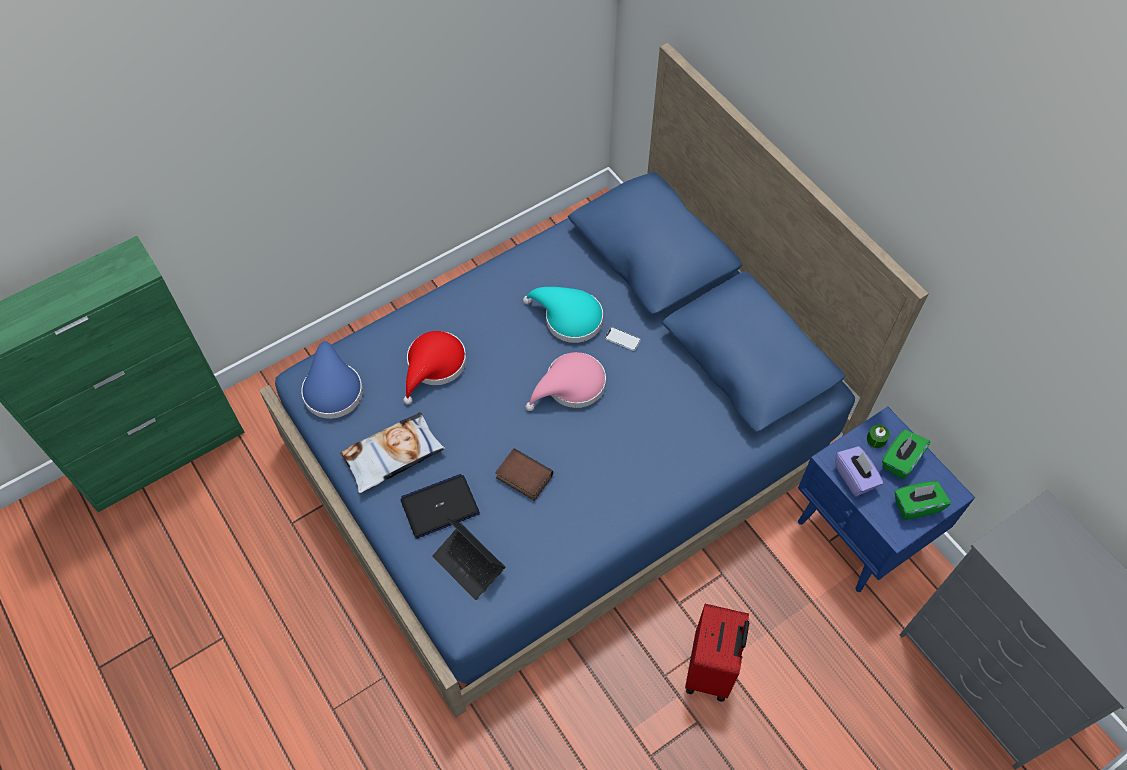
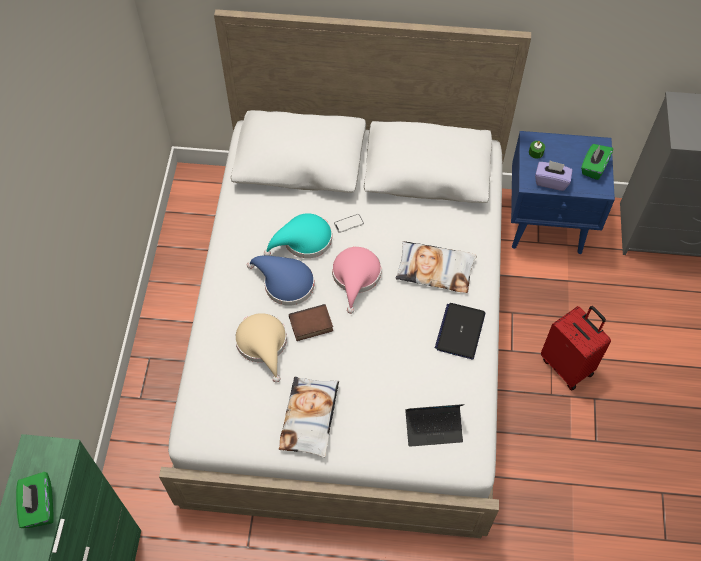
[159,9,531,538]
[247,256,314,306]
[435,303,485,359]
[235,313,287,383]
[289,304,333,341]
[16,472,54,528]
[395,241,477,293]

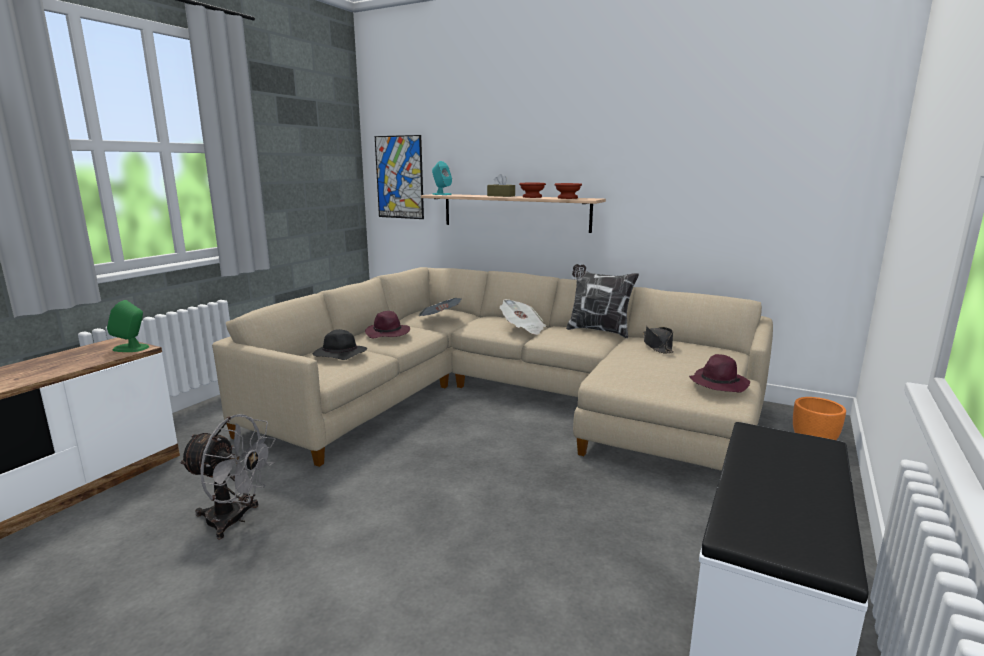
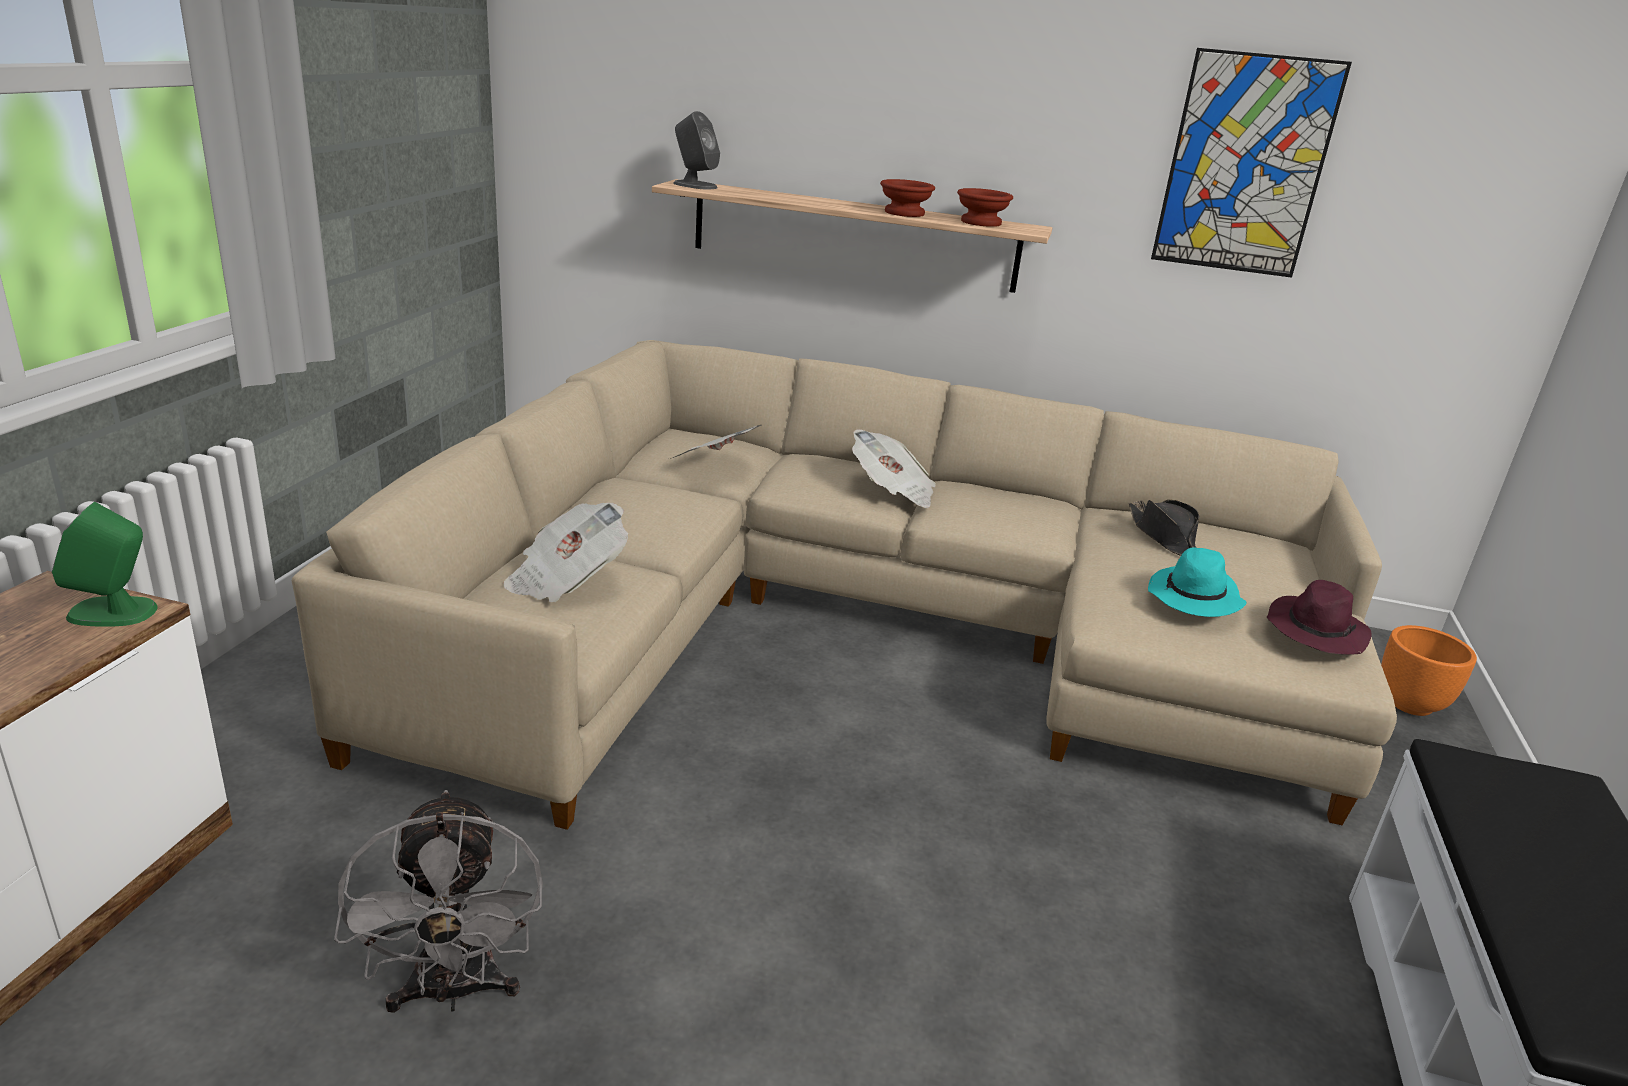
[334,790,543,1013]
[504,502,628,602]
[365,311,410,338] (first image)
[1151,48,1352,278]
[673,111,720,190]
[487,174,515,197] (first image)
[566,264,639,338] (first image)
[1148,547,1247,617]

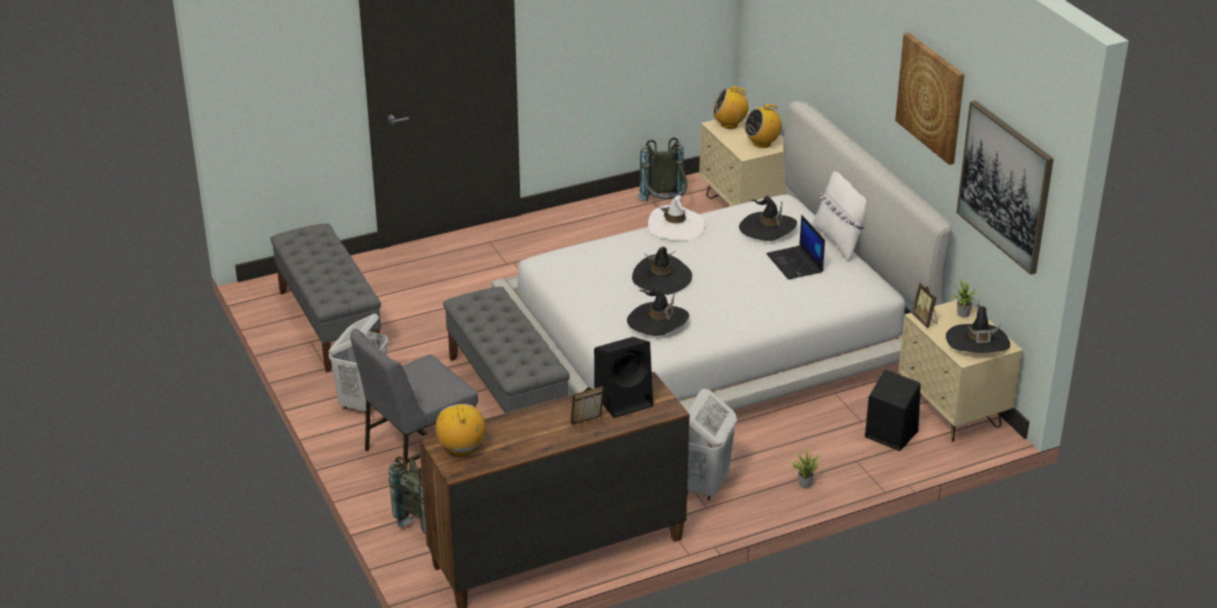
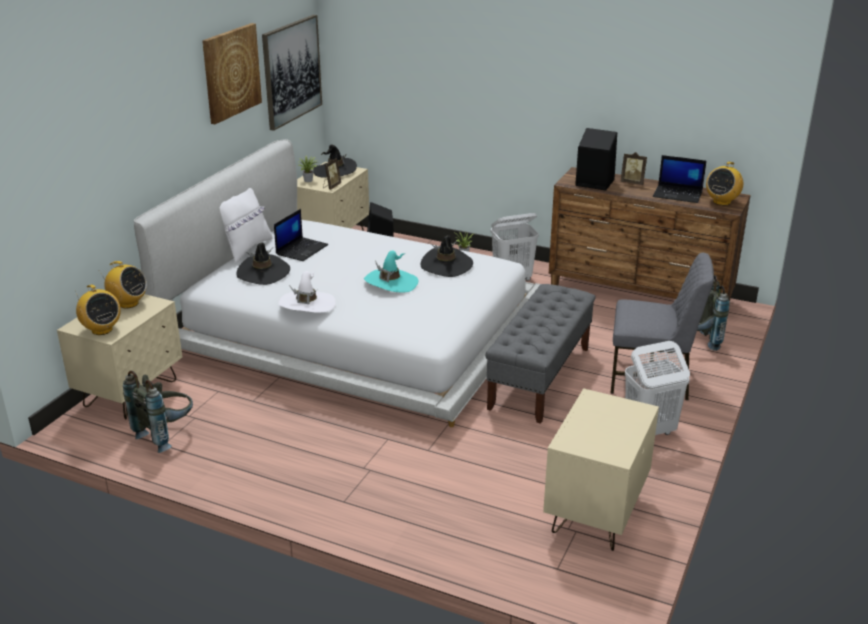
[543,388,659,551]
[364,251,418,292]
[653,155,707,203]

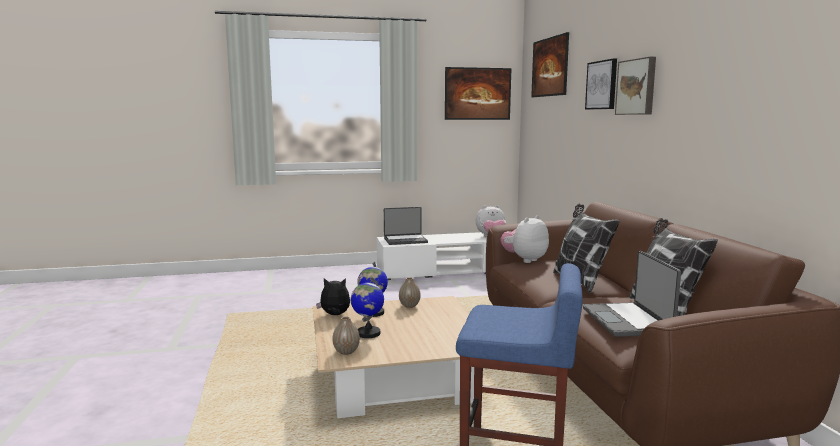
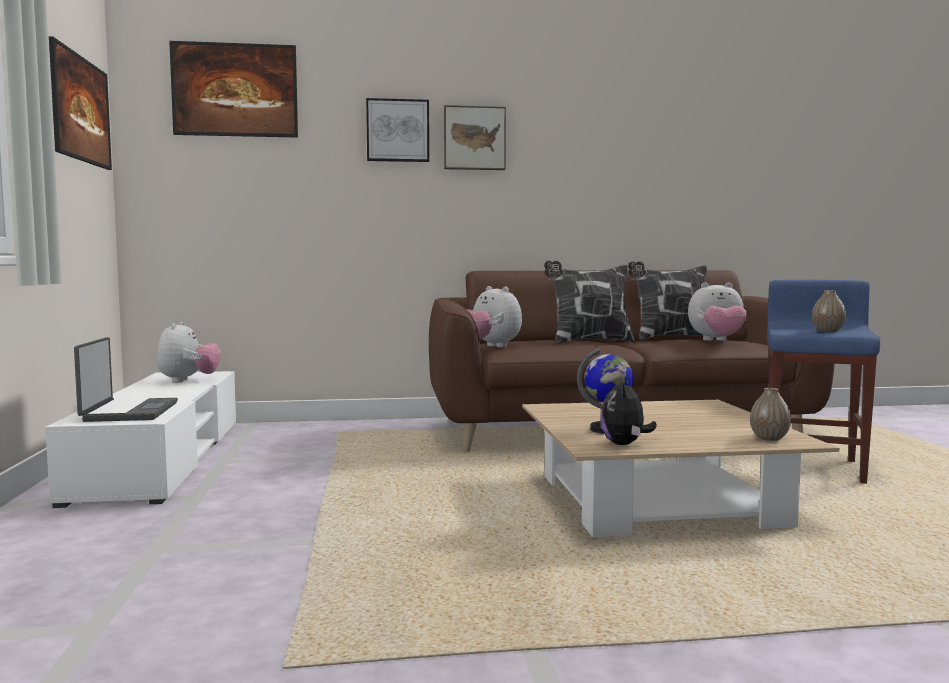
[351,277,384,338] (first image)
[812,290,846,332]
[688,283,747,341]

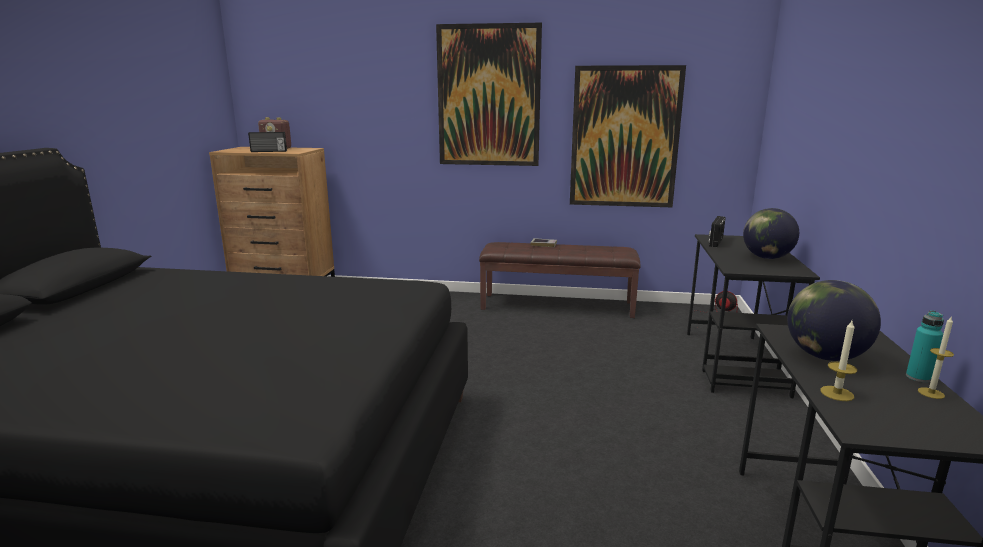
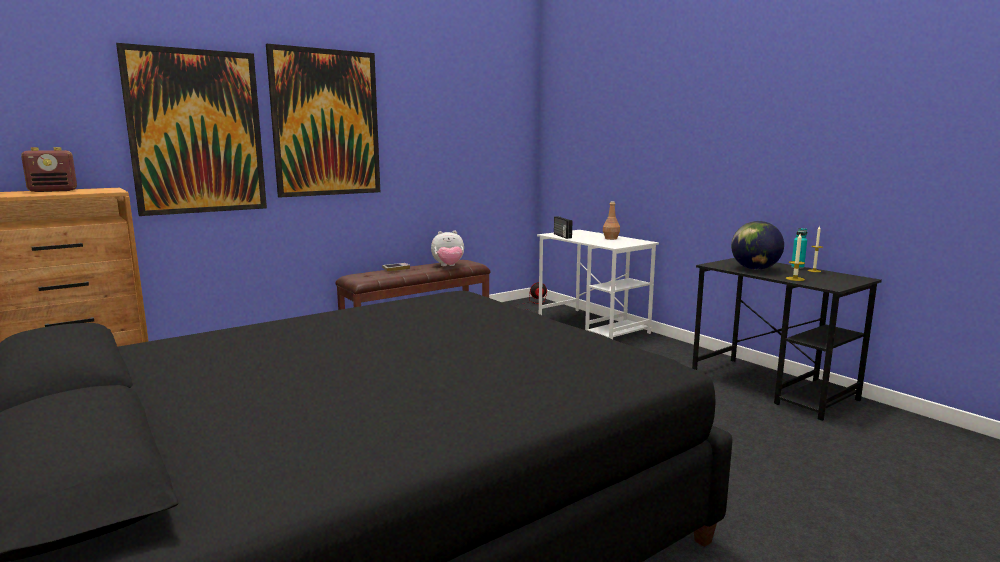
[248,132,287,152] (first image)
[116,43,267,216]
[537,230,659,339]
[603,202,620,240]
[431,231,464,266]

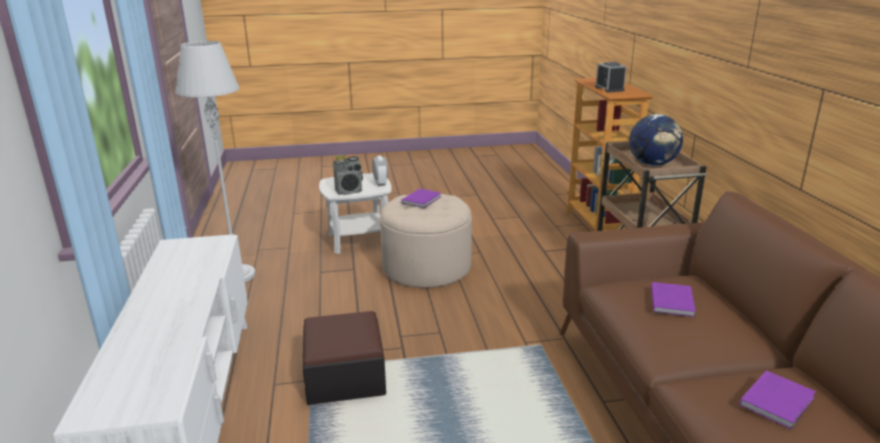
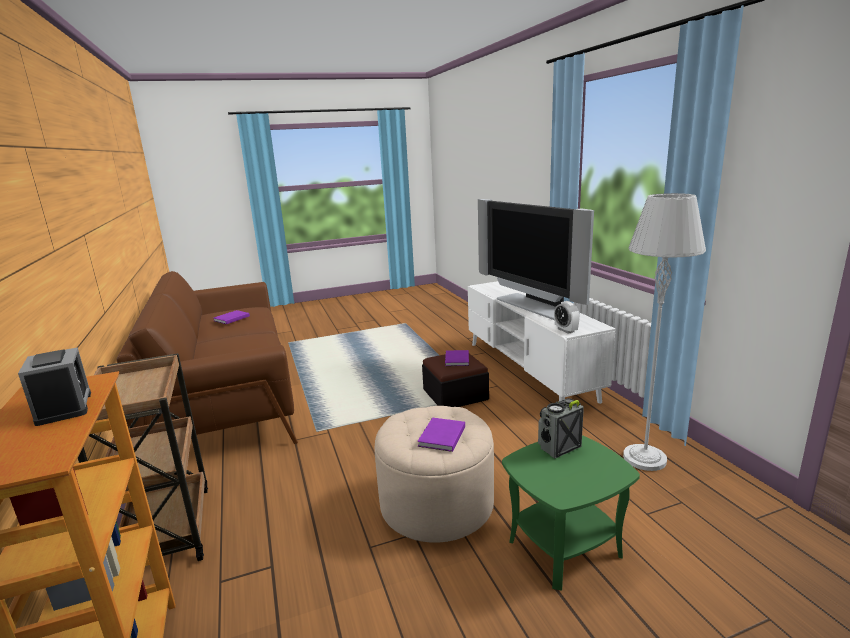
[502,435,640,591]
[554,301,580,334]
[629,114,683,166] (first image)
[445,350,469,366]
[478,199,594,320]

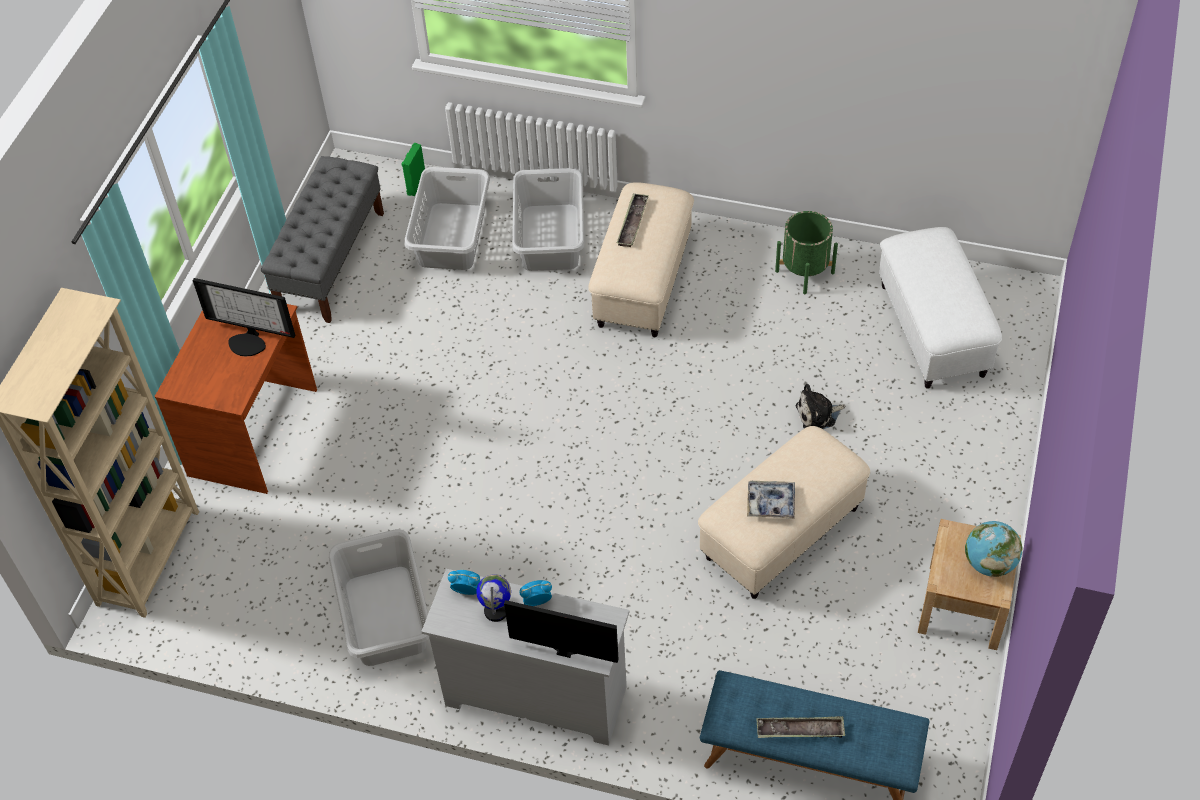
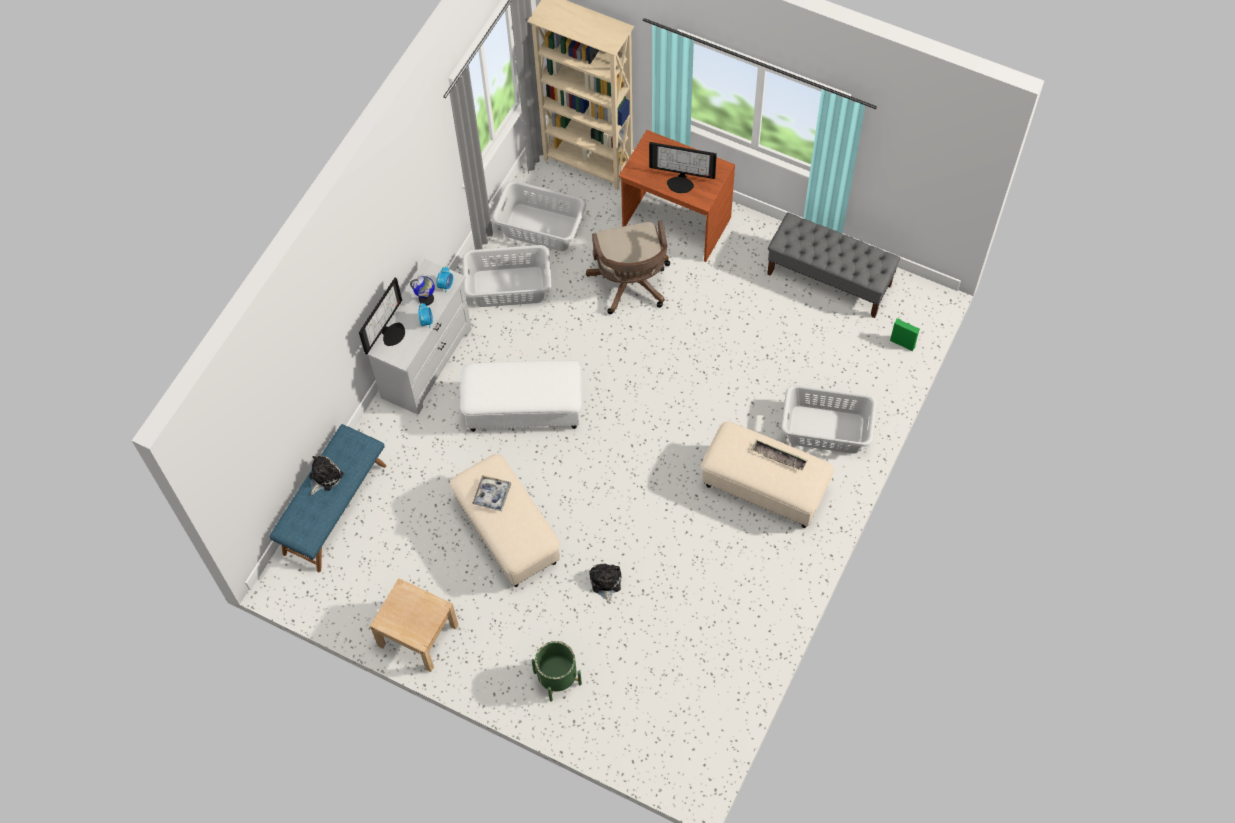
[649,142,717,193]
[492,181,586,251]
[309,456,344,495]
[531,641,582,702]
[460,360,582,432]
[965,521,1023,577] (first image)
[586,220,670,314]

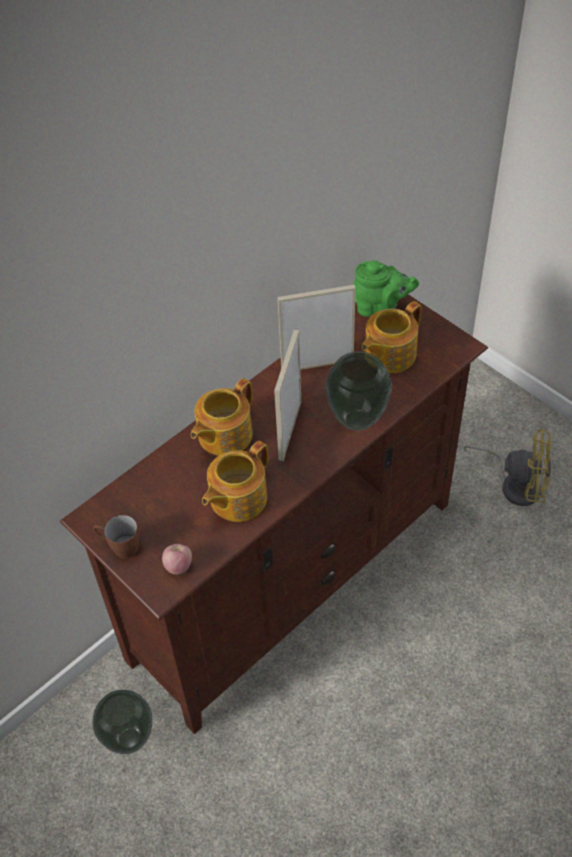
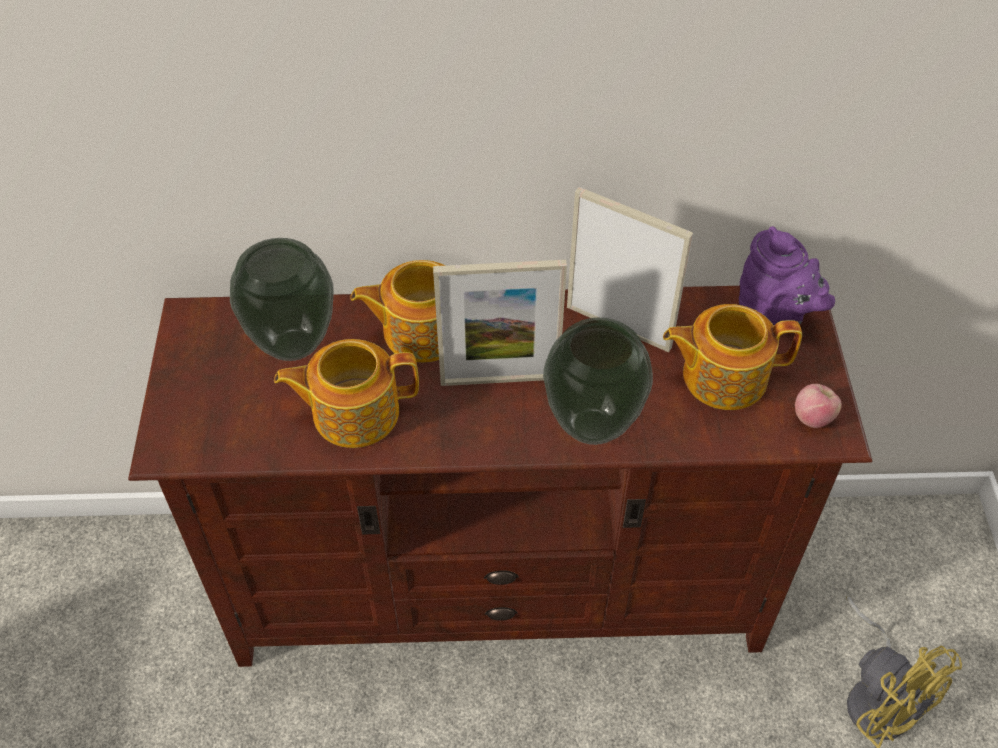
[93,515,139,558] (first image)
[230,238,334,361]
[795,384,842,428]
[433,260,567,386]
[739,226,835,326]

